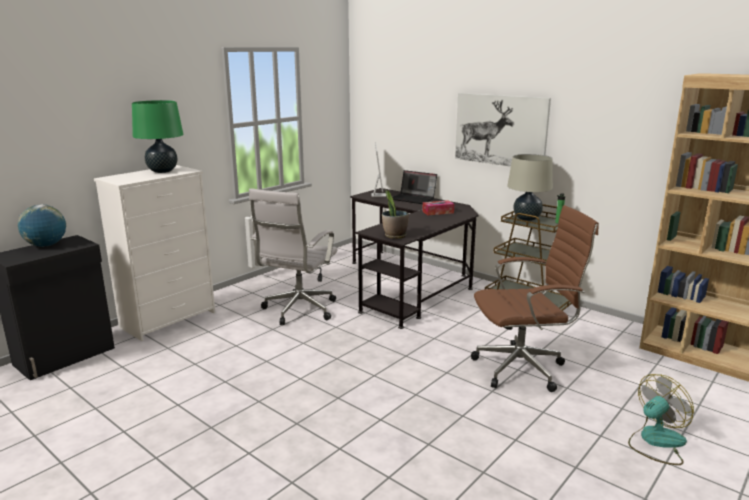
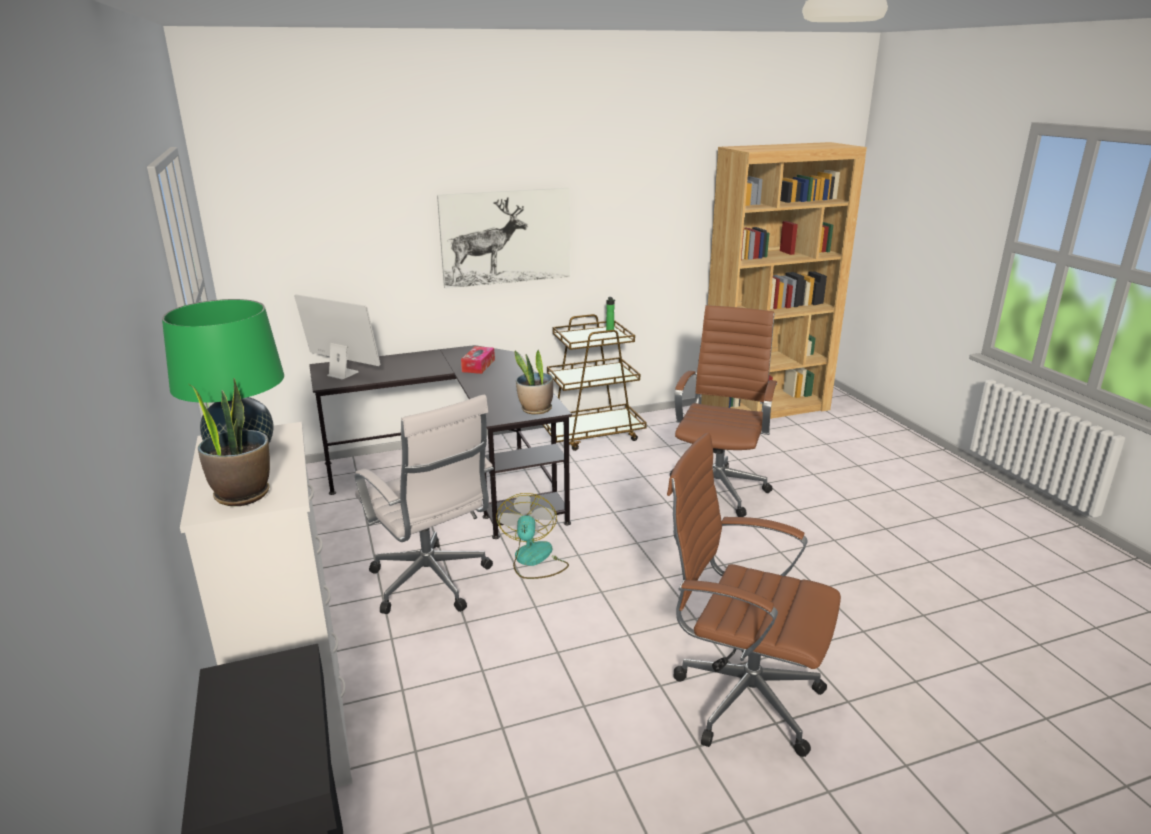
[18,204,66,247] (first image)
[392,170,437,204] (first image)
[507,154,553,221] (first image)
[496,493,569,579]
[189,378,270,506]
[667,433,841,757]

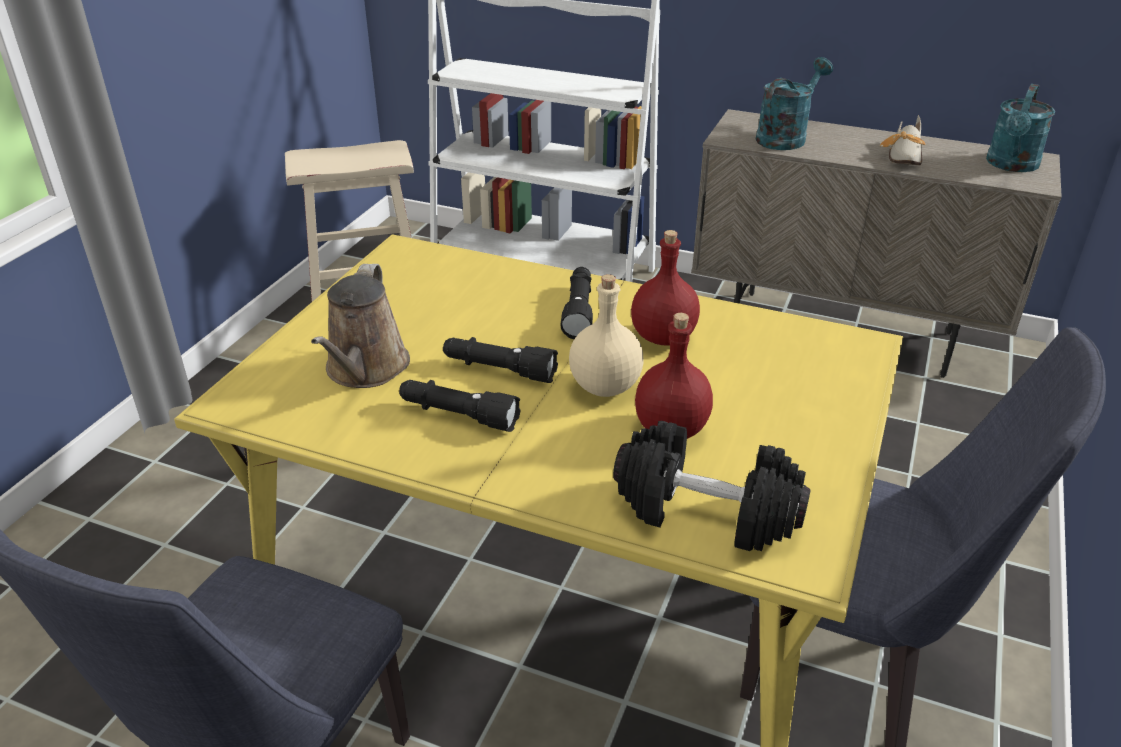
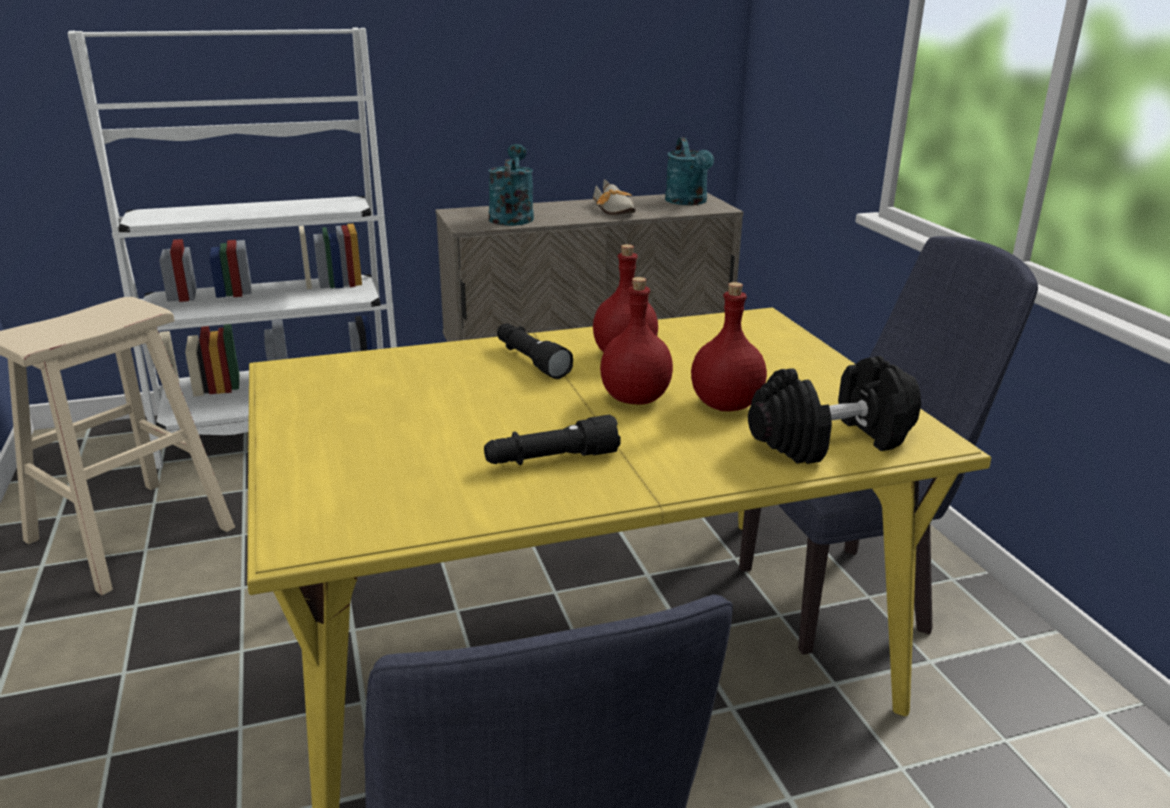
[311,264,410,388] (first image)
[443,337,558,383] (first image)
[600,277,673,405]

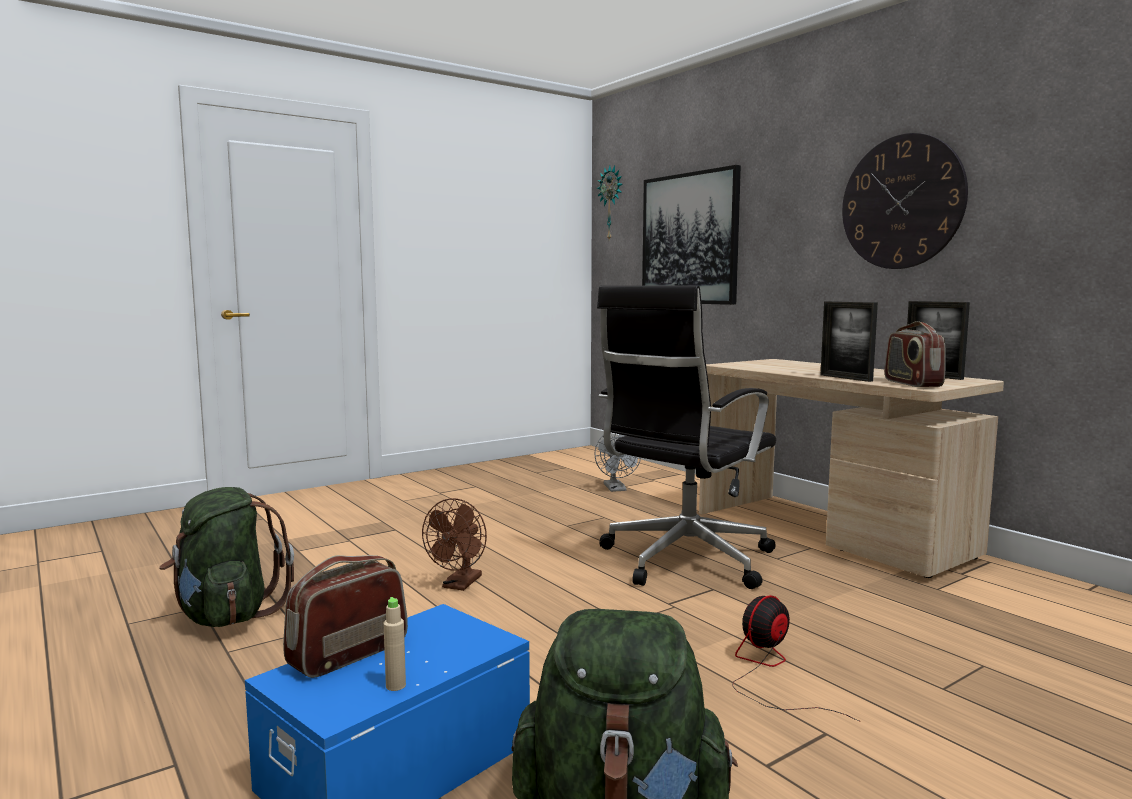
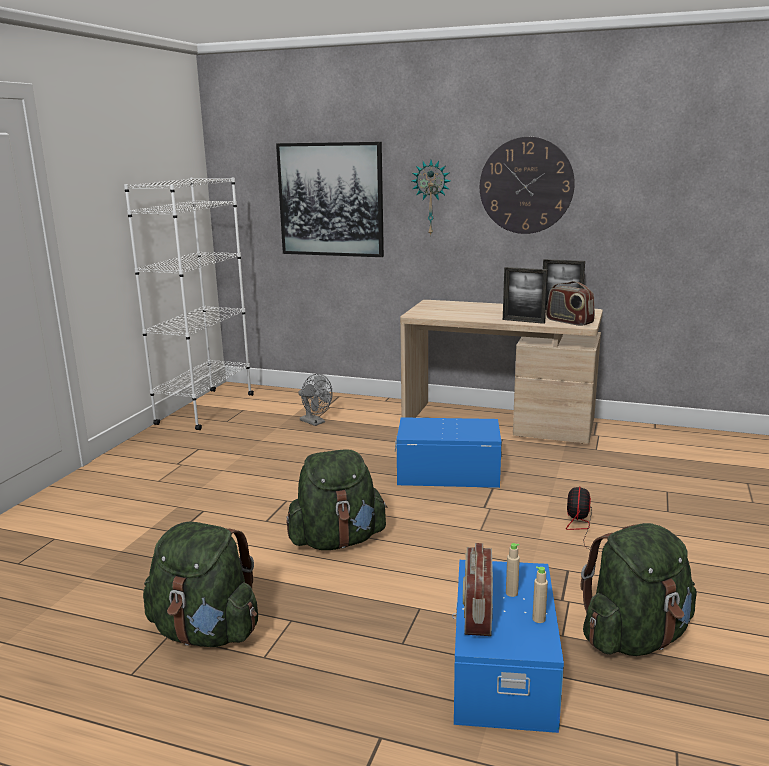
[286,449,388,550]
[412,160,450,236]
[395,417,502,488]
[124,177,254,430]
[506,543,520,597]

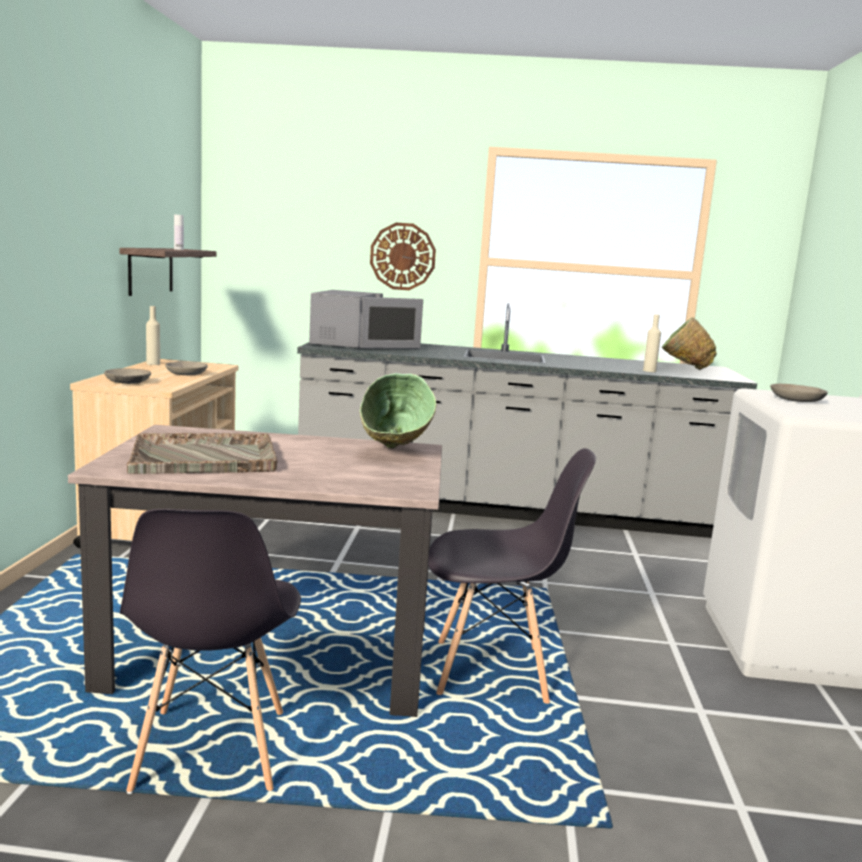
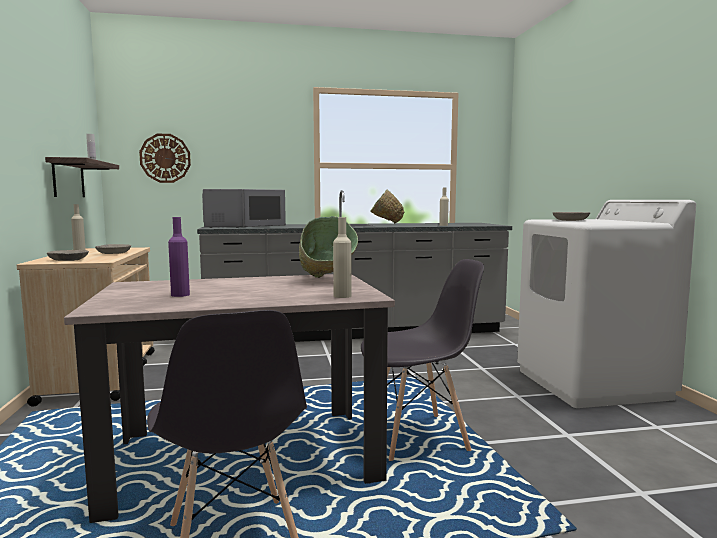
[168,217,190,297]
[139,134,191,183]
[370,190,404,224]
[333,217,352,298]

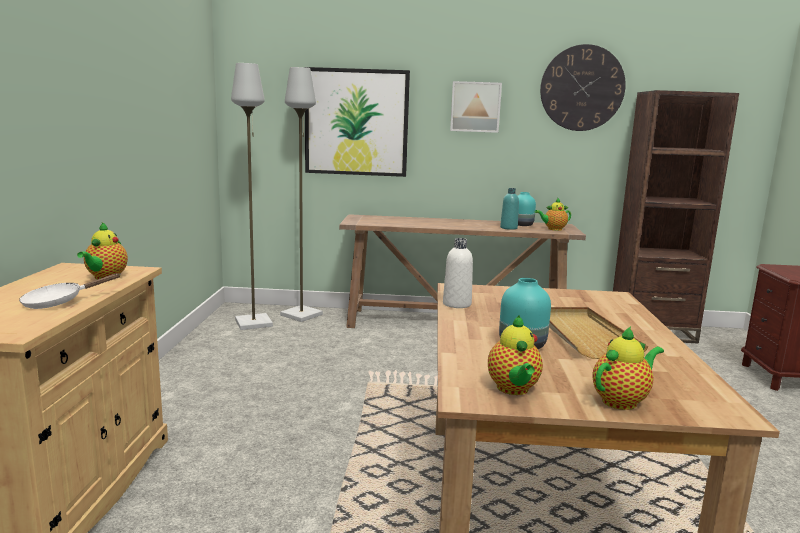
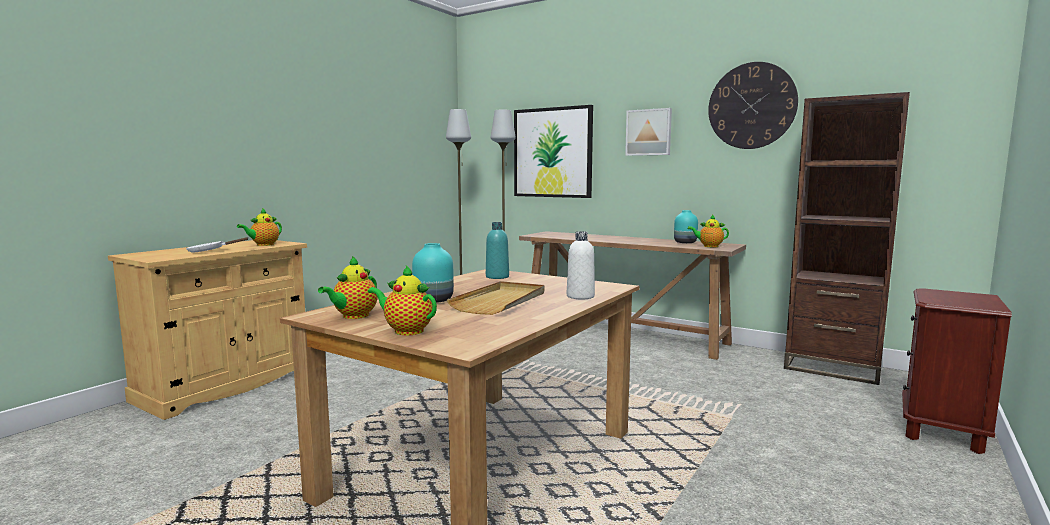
[567,231,595,299]
[486,222,509,279]
[368,265,437,335]

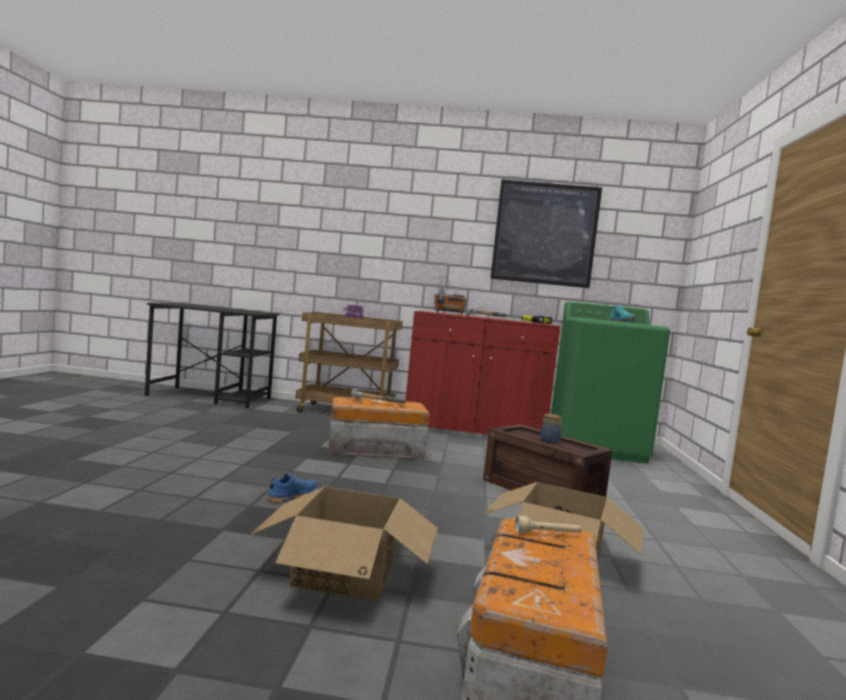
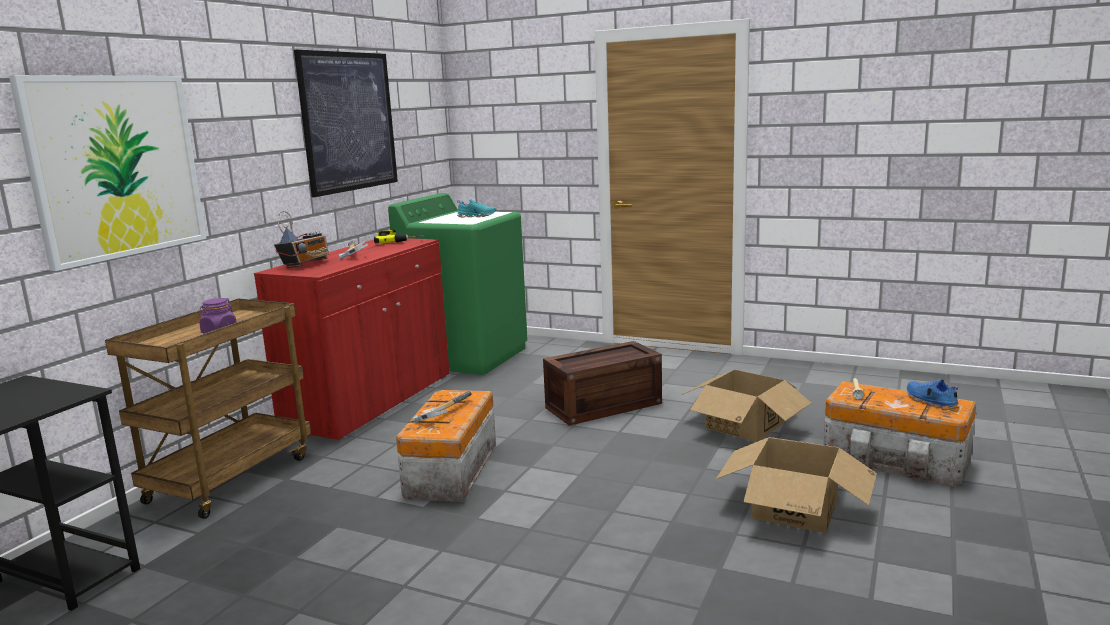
[907,379,959,410]
[540,414,562,444] (first image)
[9,75,206,271]

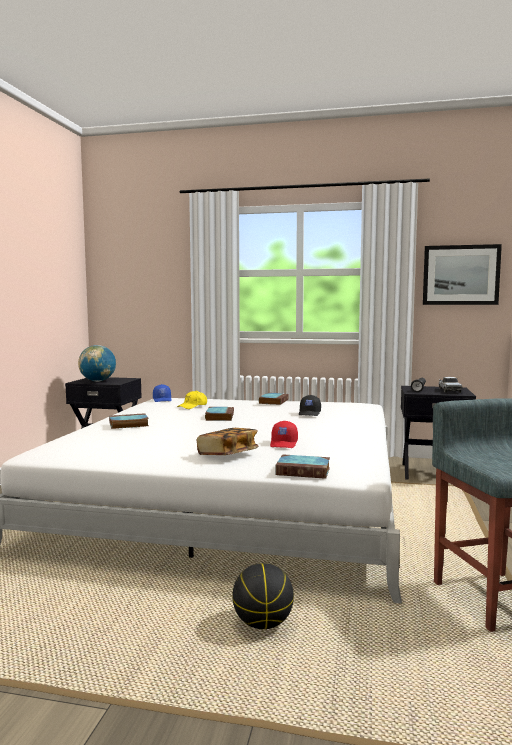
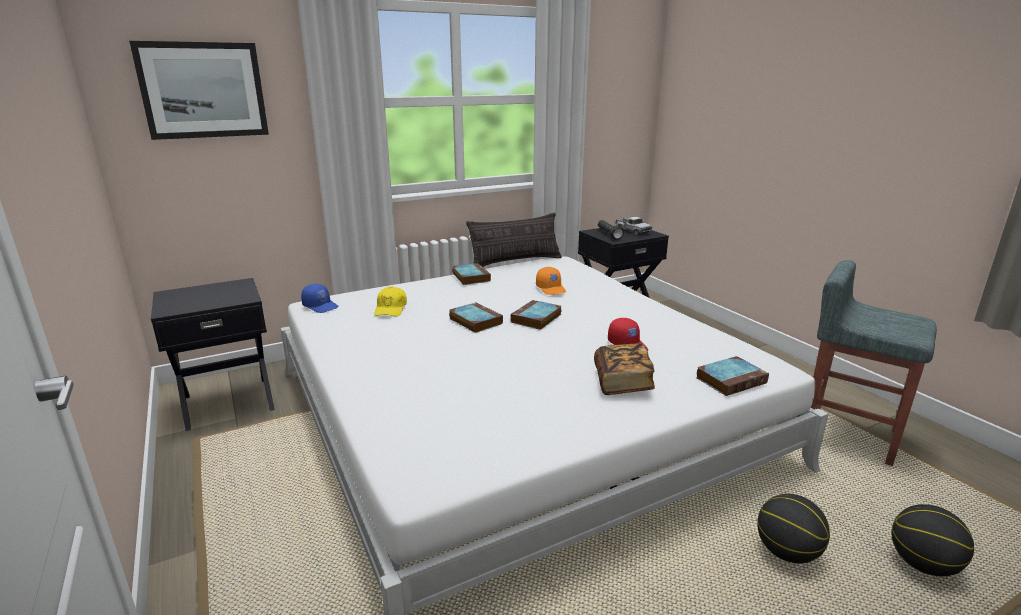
[78,345,116,382] (first image)
[511,300,561,330]
[536,267,566,295]
[129,41,269,140]
[466,213,562,267]
[891,504,974,576]

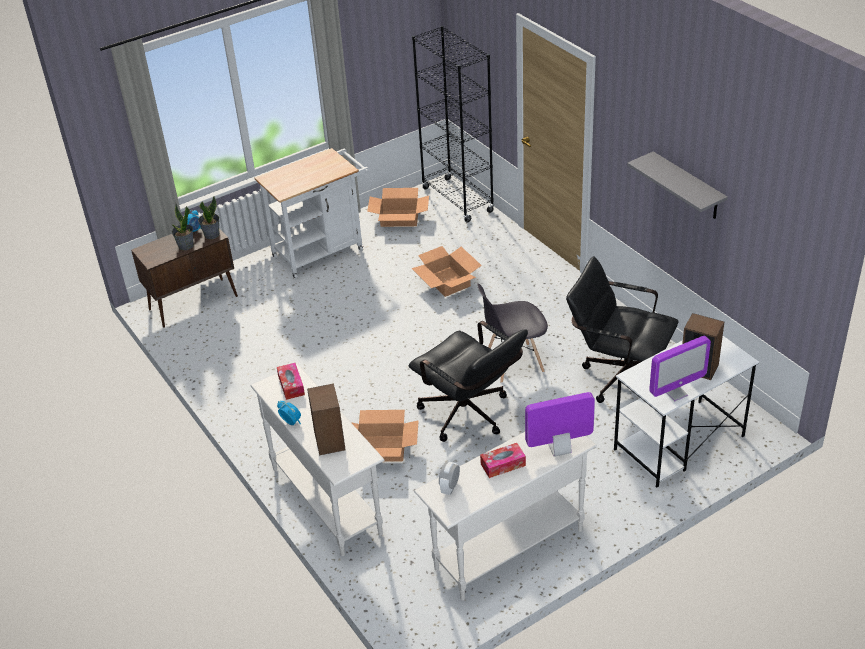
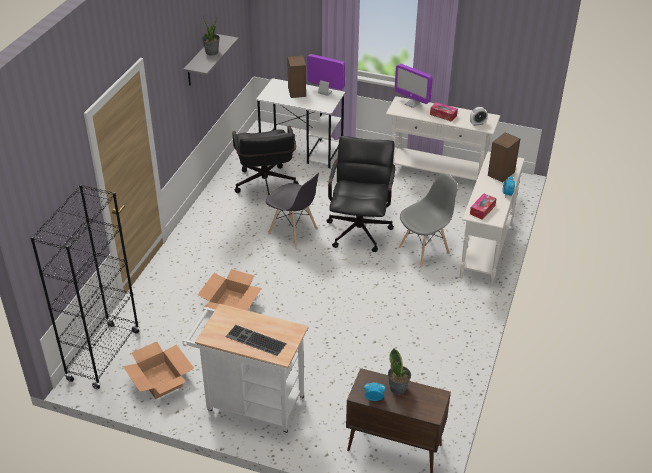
[202,15,220,56]
[399,173,458,267]
[226,325,287,356]

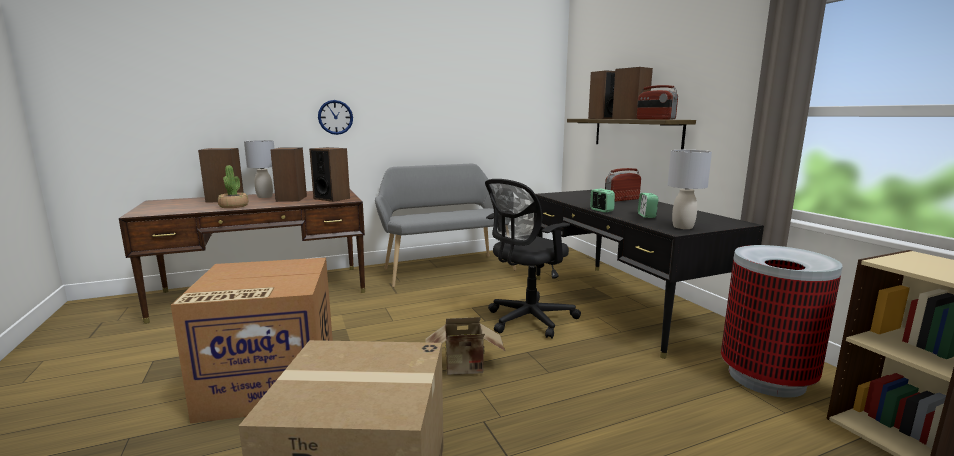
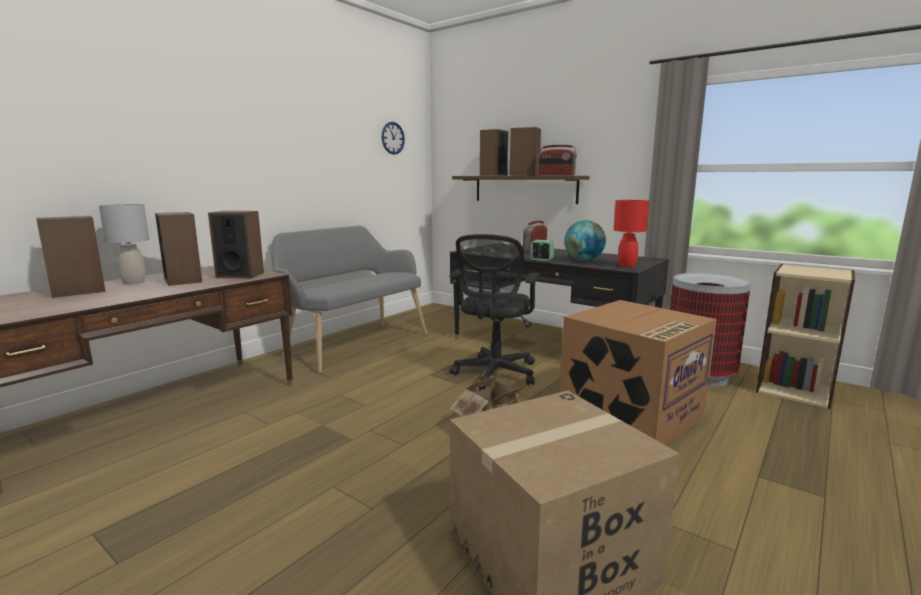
[560,300,717,445]
[218,165,248,208] (first image)
[382,122,405,155]
[564,220,606,261]
[614,200,649,267]

